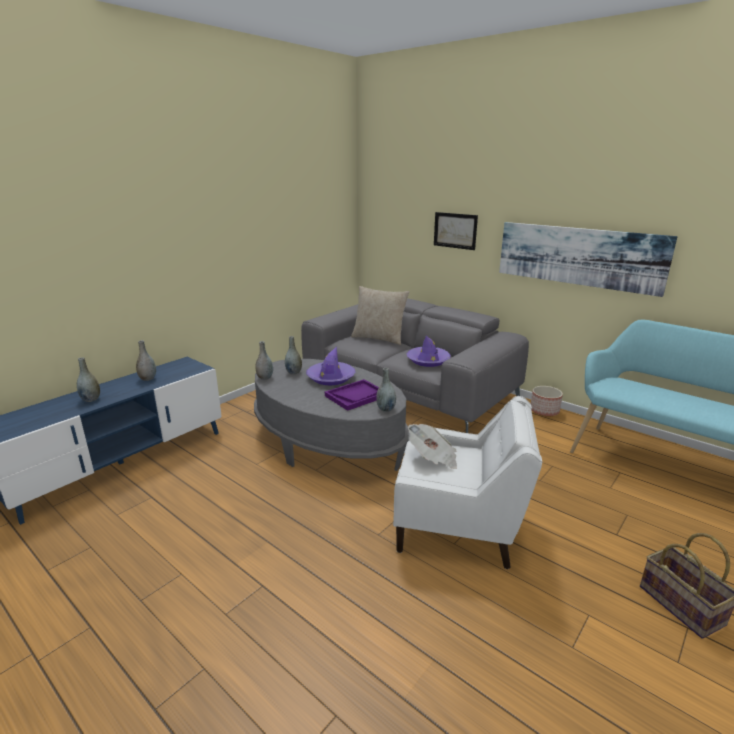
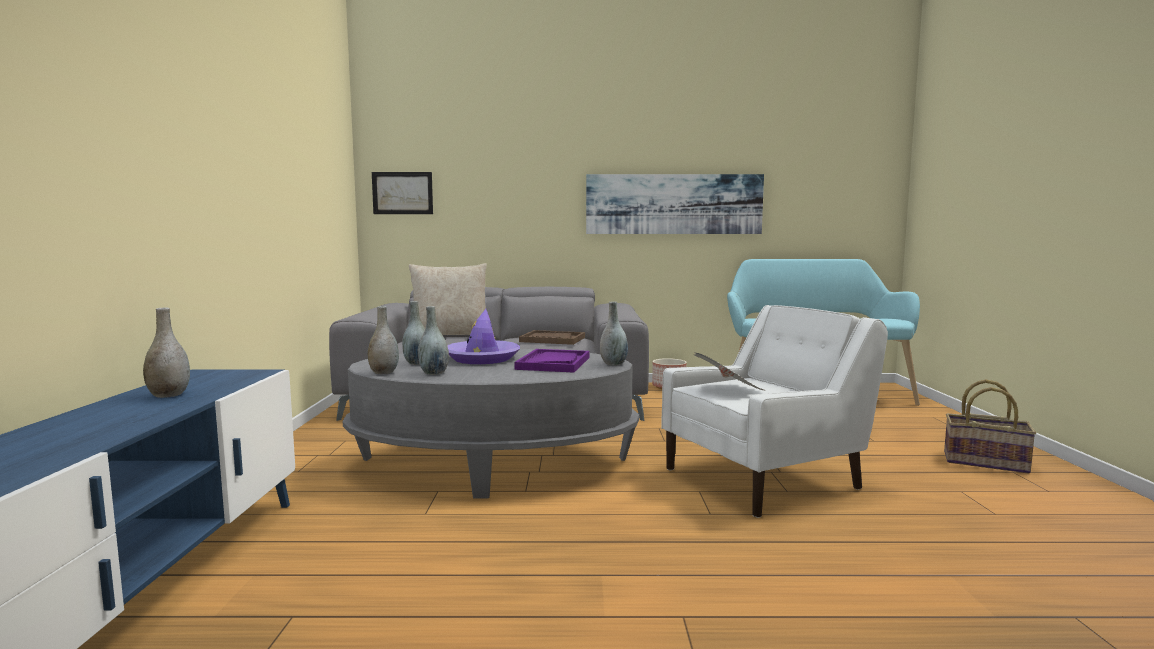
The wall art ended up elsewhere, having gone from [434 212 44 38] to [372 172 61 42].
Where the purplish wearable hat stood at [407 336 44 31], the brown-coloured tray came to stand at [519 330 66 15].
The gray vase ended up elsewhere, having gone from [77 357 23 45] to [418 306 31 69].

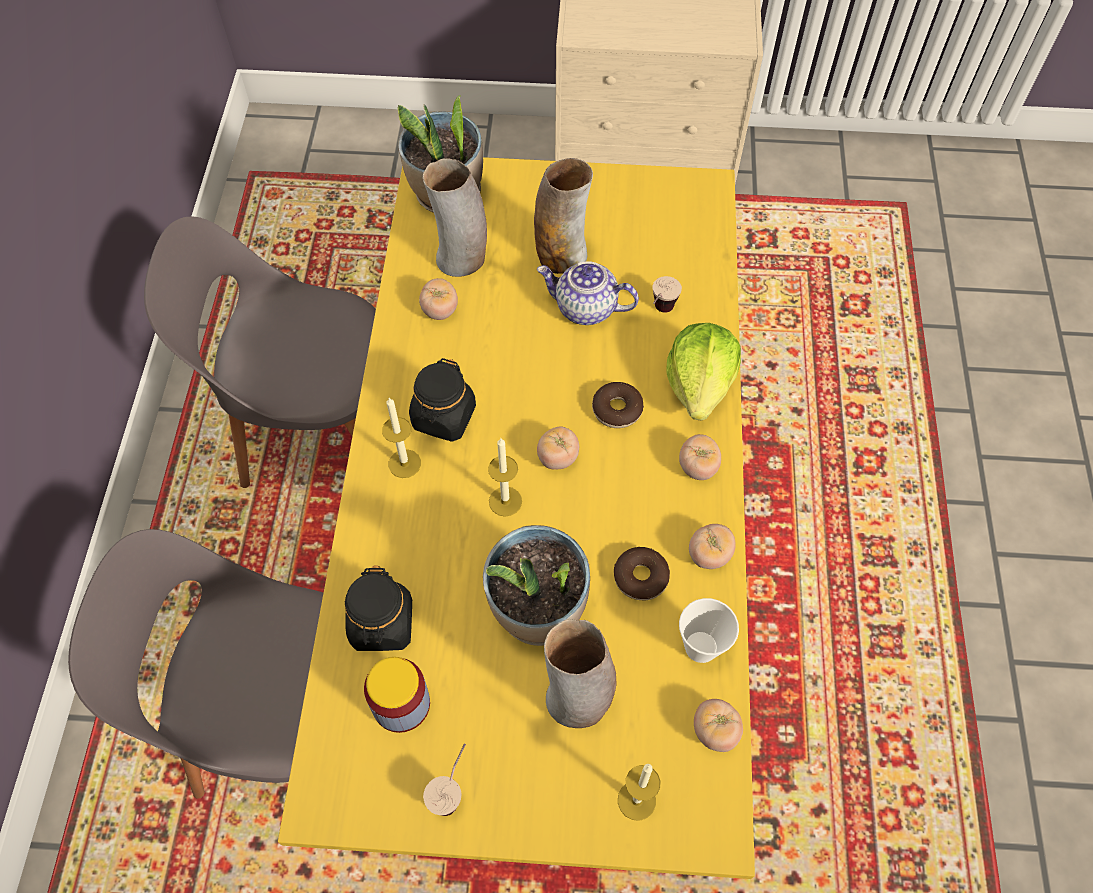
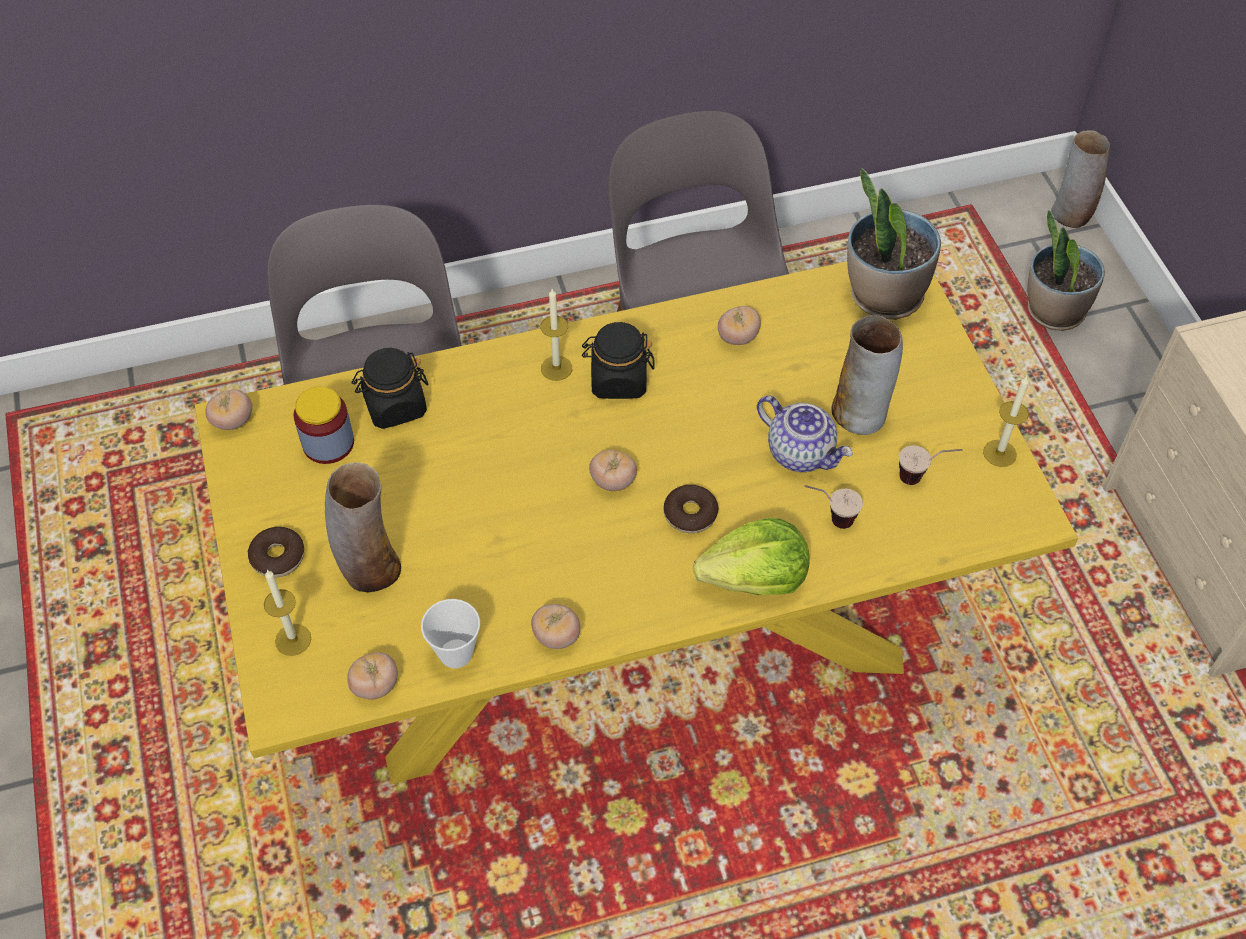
The vase ended up elsewhere, having gone from [423 158 64 119] to [1051 130 59 98].
The tea pot at [537 261 102 64] ended up facing another way, 135 degrees clockwise from before.
The fresh tomato ended up elsewhere, having gone from [679 434 42 46] to [205 389 47 41].
The wax light ended up elsewhere, having gone from [488 438 34 79] to [983 376 46 91].
The plant in a pot ended up elsewhere, having gone from [483 525 107 121] to [1028 210 77 121].
The donut ended up elsewhere, having gone from [614 547 56 54] to [248 527 56 51].
The drinking cup ended up elsewhere, having gone from [423 743 43 73] to [899 445 63 40].

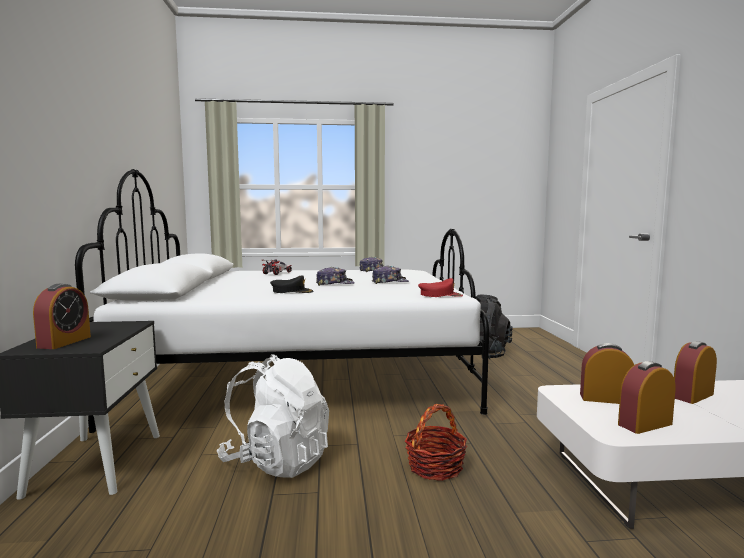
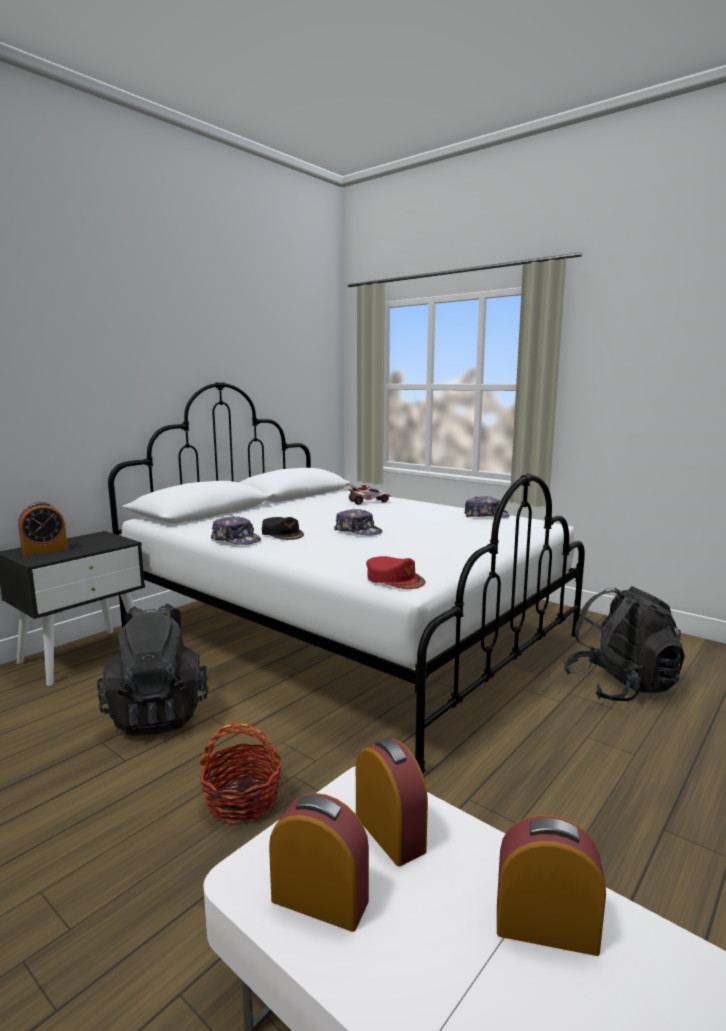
The baseball cap ended up elsewhere, having gone from [372 266 37 18] to [211 516 50 29].
What was the white-coloured knapsack at [217 354 112 124] turned into the black-coloured knapsack at [97 603 111 133].

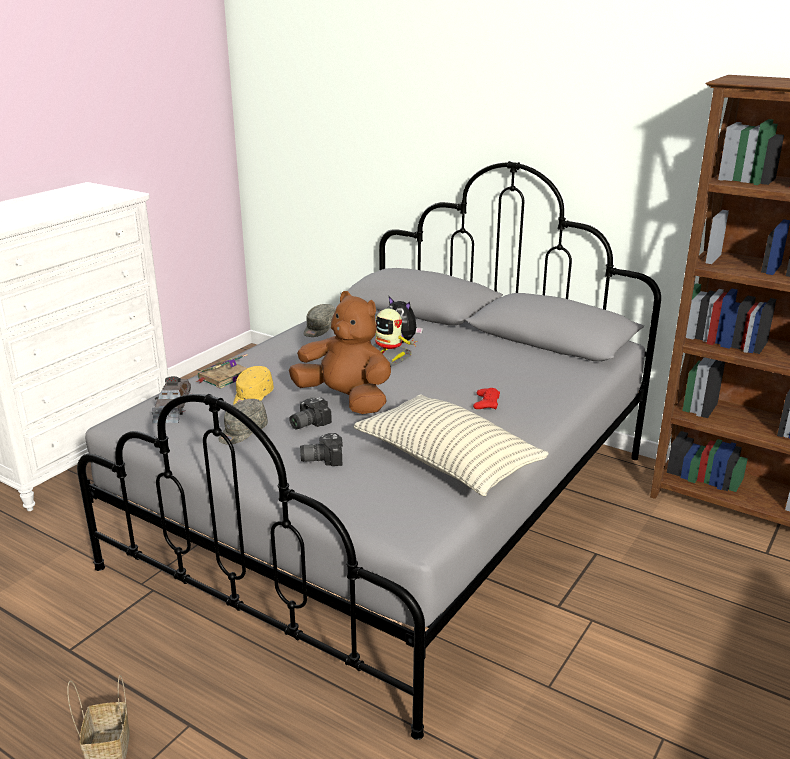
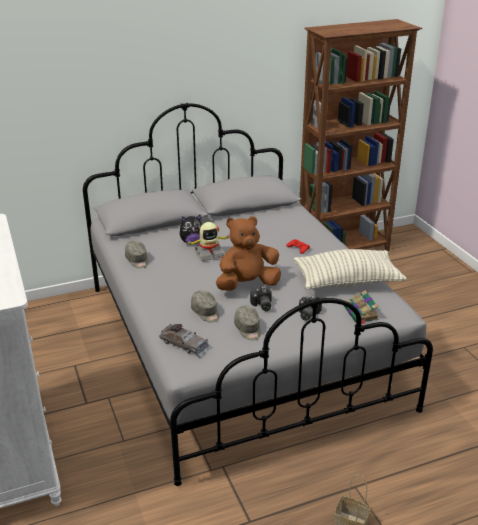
The volume ended up elsewhere, having gone from [196 354 52 35] to [344 290 35 35].
What was the yellow baseball cap at [233 366 41 39] turned into the gray baseball cap at [191 290 28 32].

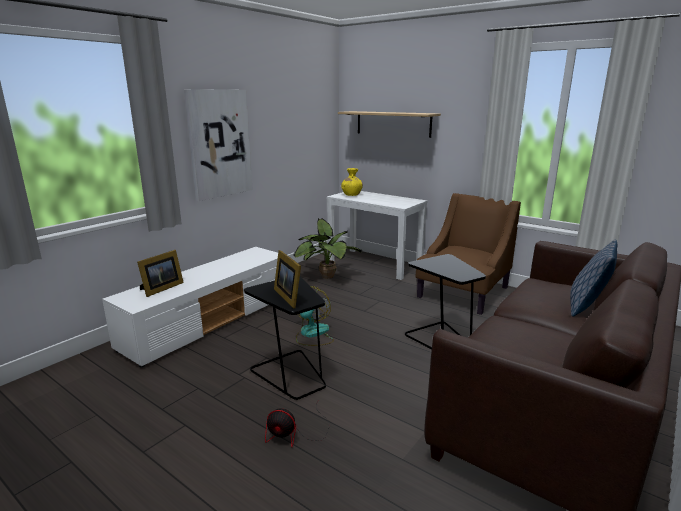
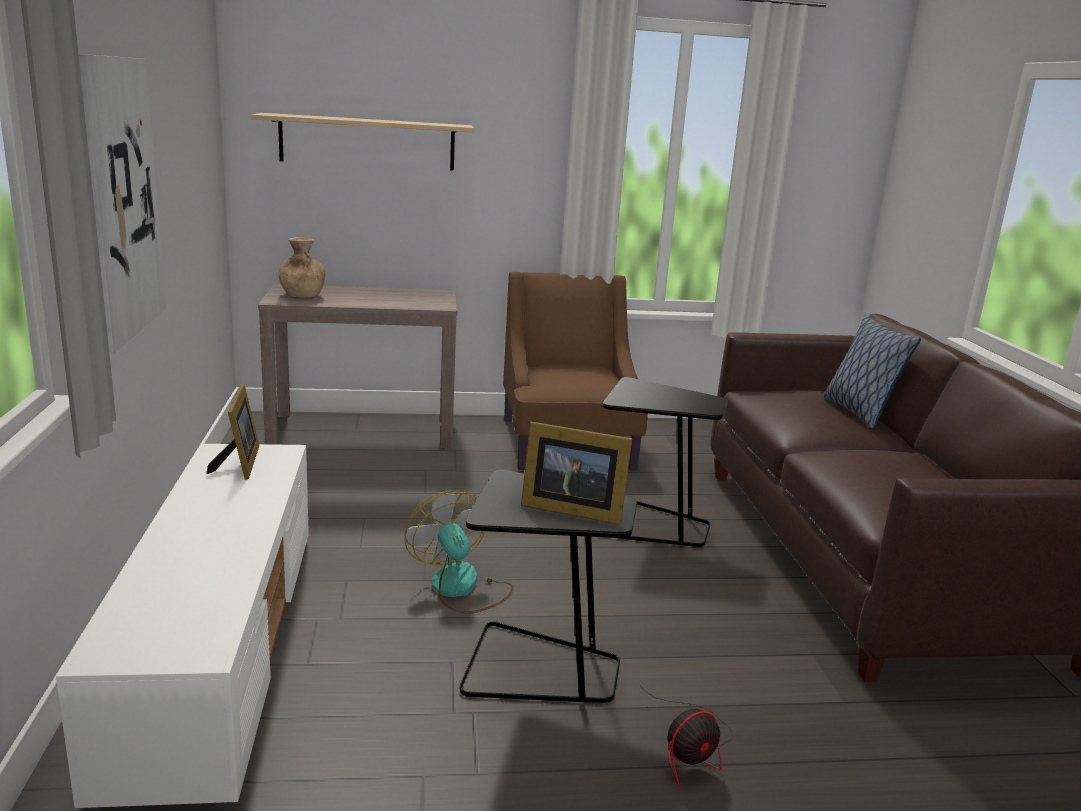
What was the yellow vase at [341 168 22 28] turned into the brown-coloured vase at [278 237 48 60].
What was the white-coloured hall table at [327 191 101 89] turned into the brown-coloured hall table at [258 284 199 164].
The second view lost the plant in a pot at [293 218 70 61].
The standing frame ended up elsewhere, having gone from [137 250 47 47] to [206 384 53 96].

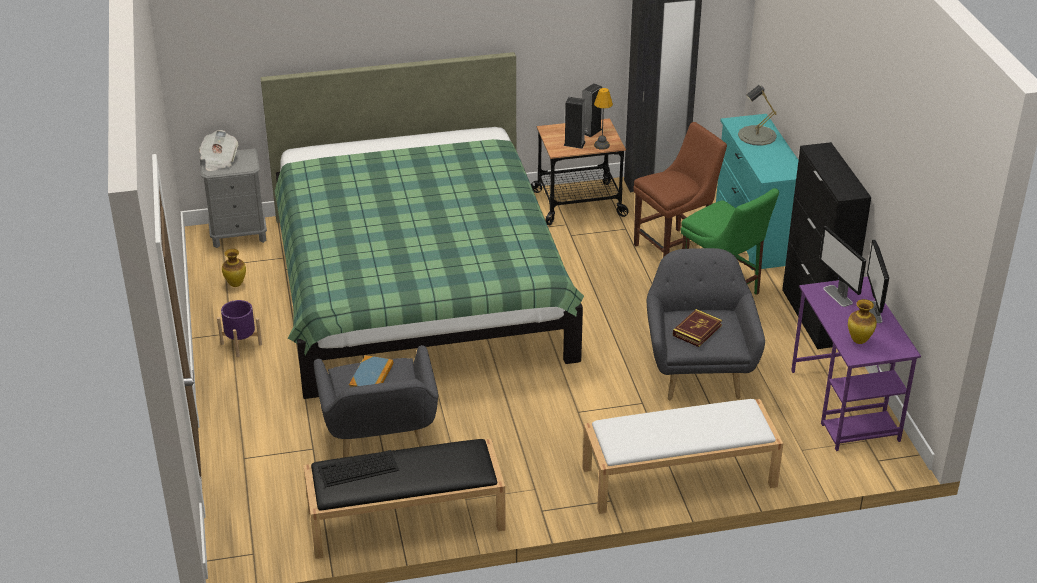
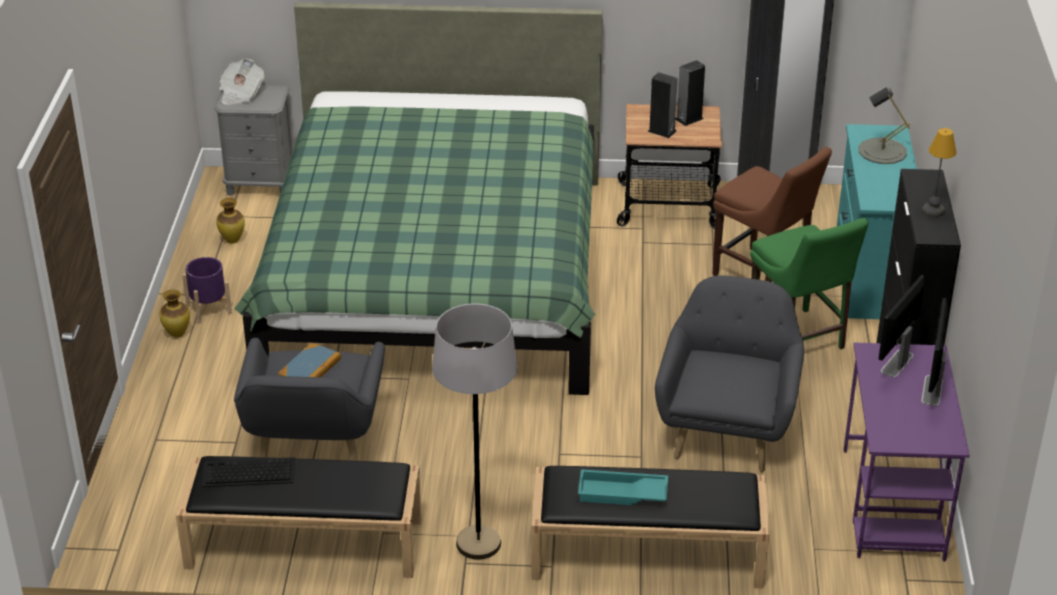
The table lamp ended up elsewhere, having gone from [594 88 19 62] to [922 128 34 89].
The brown-coloured upright chair at [633 122 94 135] ended up facing another way, 60 degrees clockwise from before.
The computer display at [819 226 47 81] ended up facing another way, 45 degrees clockwise from before.
The vase ended up elsewhere, having gone from [848 299 29 45] to [159 290 31 48].
The second view lost the volume at [673 309 49 38].
What was the white-coloured indoor bench at [582 399 201 115] turned into the black-coloured indoor bench at [531 466 238 123].
The second view gained the gray standard lamp at [432 303 86 257].
The second view gained the turquoise tray at [578 469 90 36].

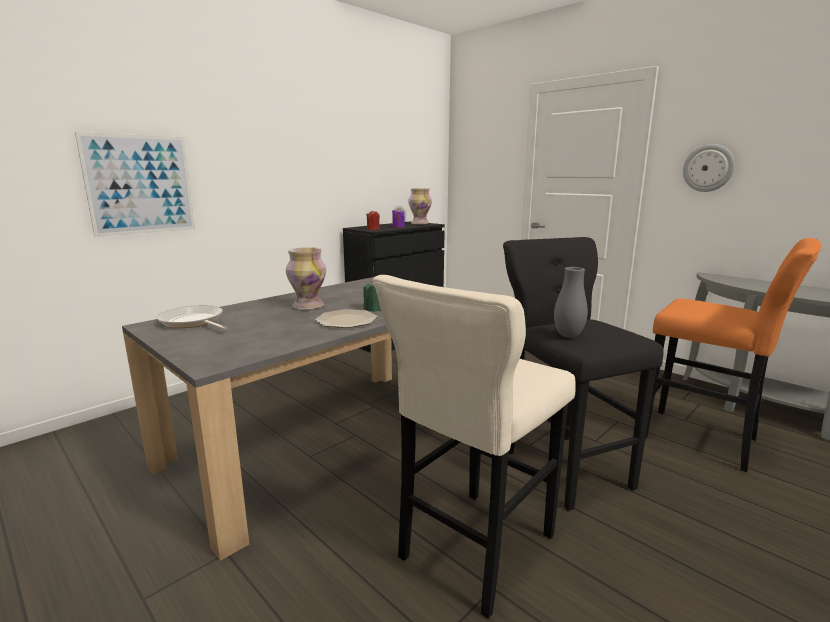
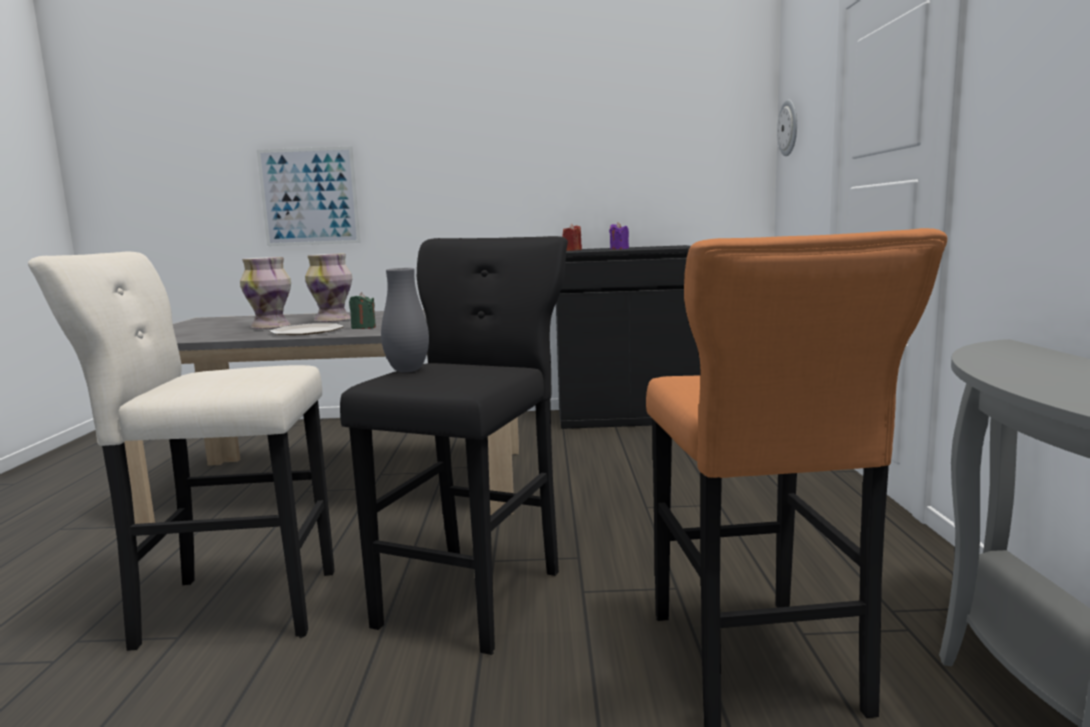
The clock on the wall ended up elsewhere, having gone from [683 144 52 48] to [777 100 20 56].
The vase ended up elsewhere, having gone from [408 188 24 36] to [240 257 51 72].
The second view lost the skillet at [157 305 70 25].

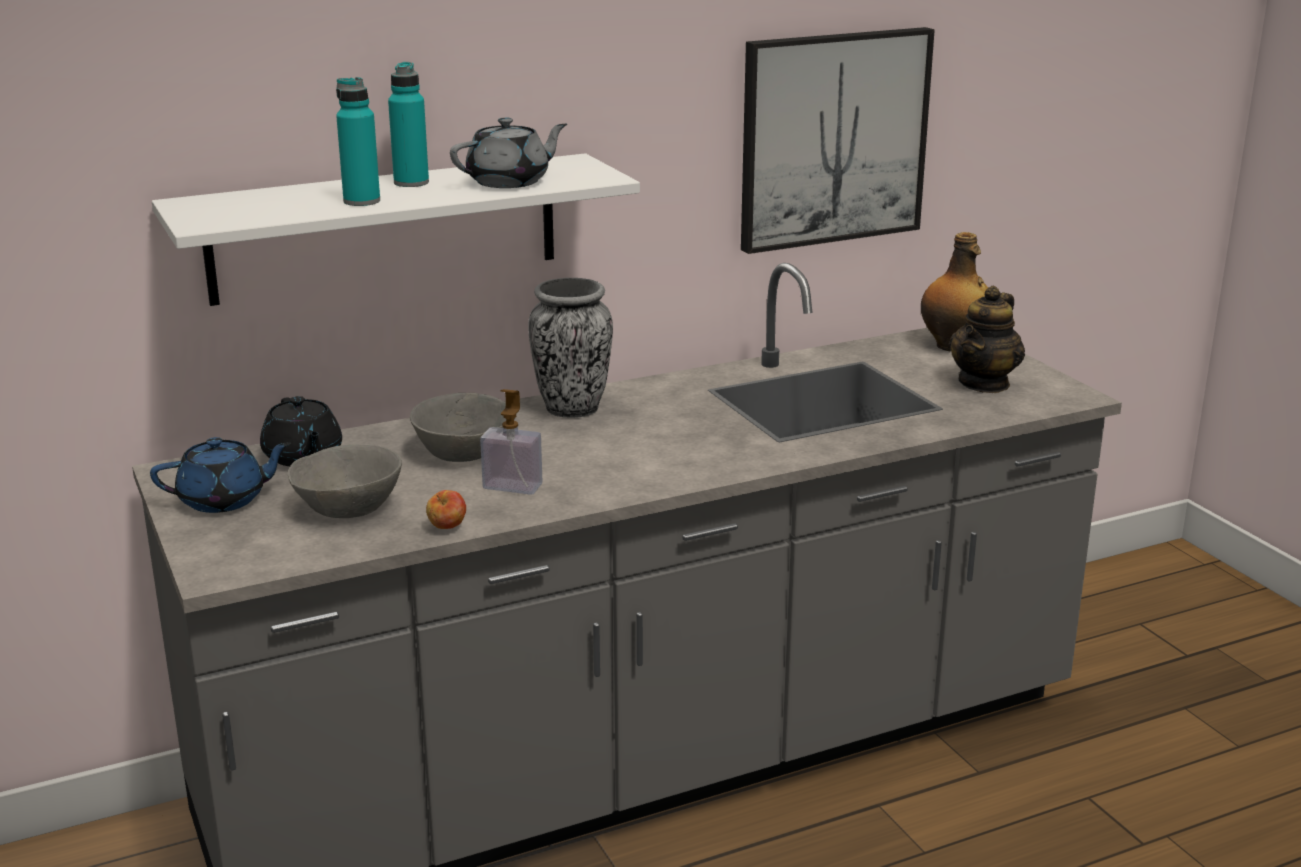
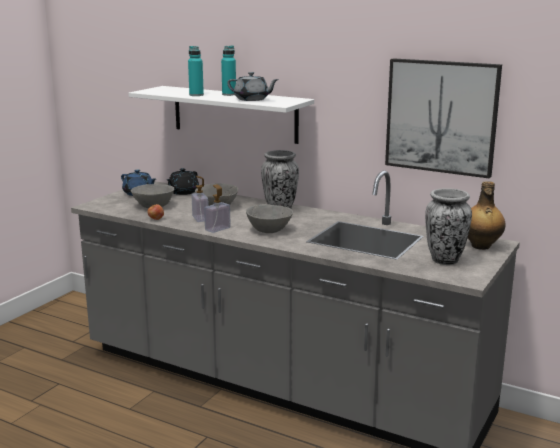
Where the tea pot stood at [949 286 76 107], the vase came to stand at [425 188 47 77].
The second view gained the soap dispenser at [204 184 27 49].
The second view gained the gray bowl at [246 204 47 29].

